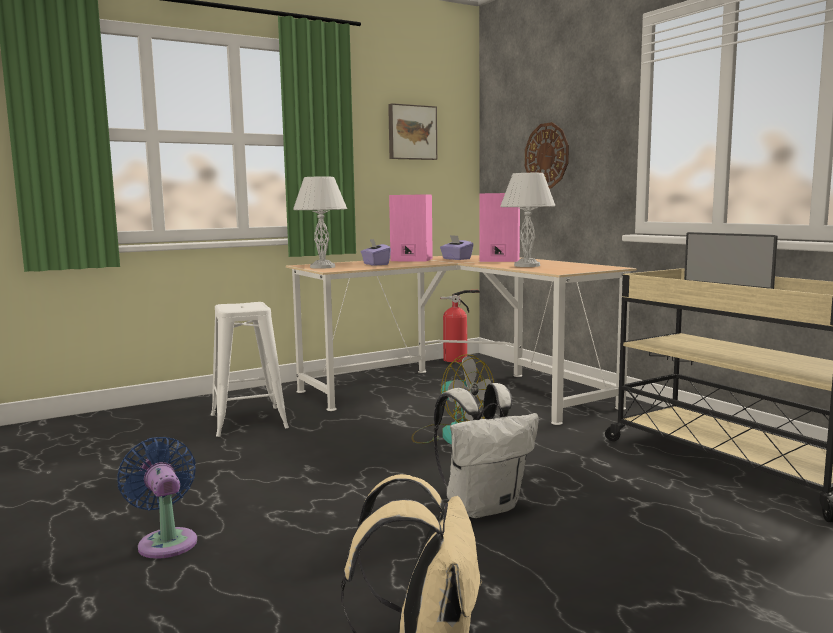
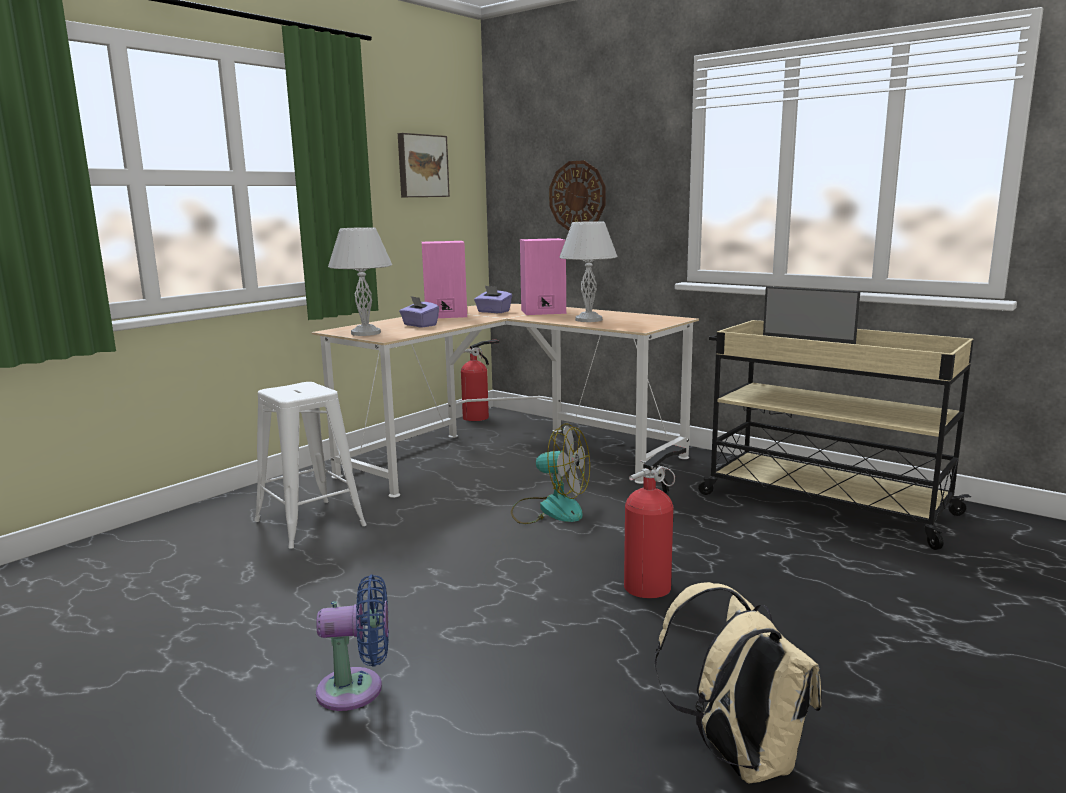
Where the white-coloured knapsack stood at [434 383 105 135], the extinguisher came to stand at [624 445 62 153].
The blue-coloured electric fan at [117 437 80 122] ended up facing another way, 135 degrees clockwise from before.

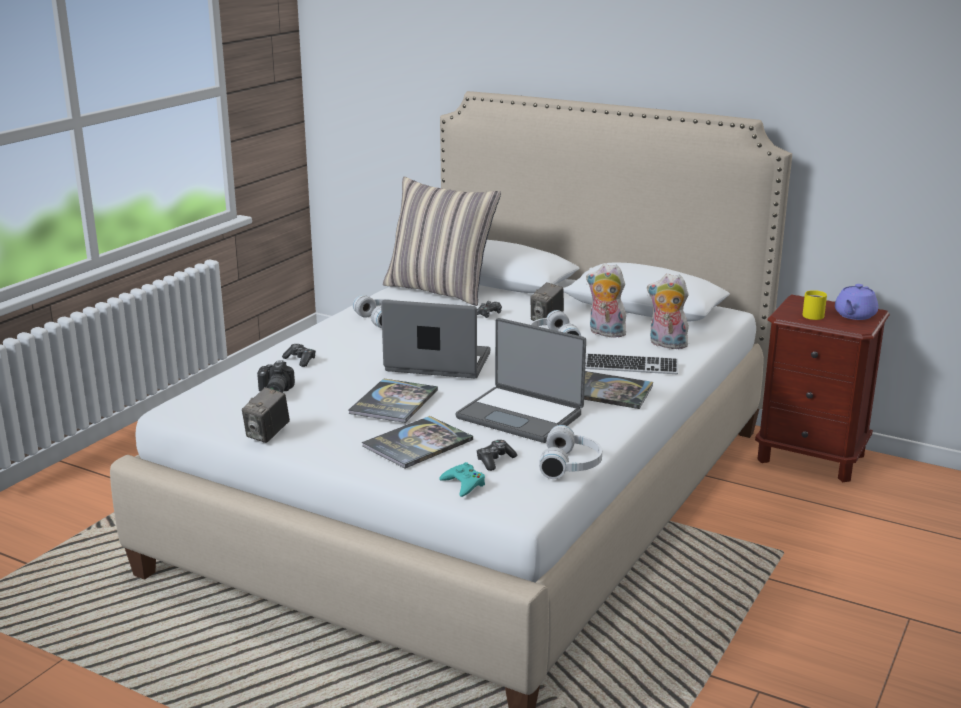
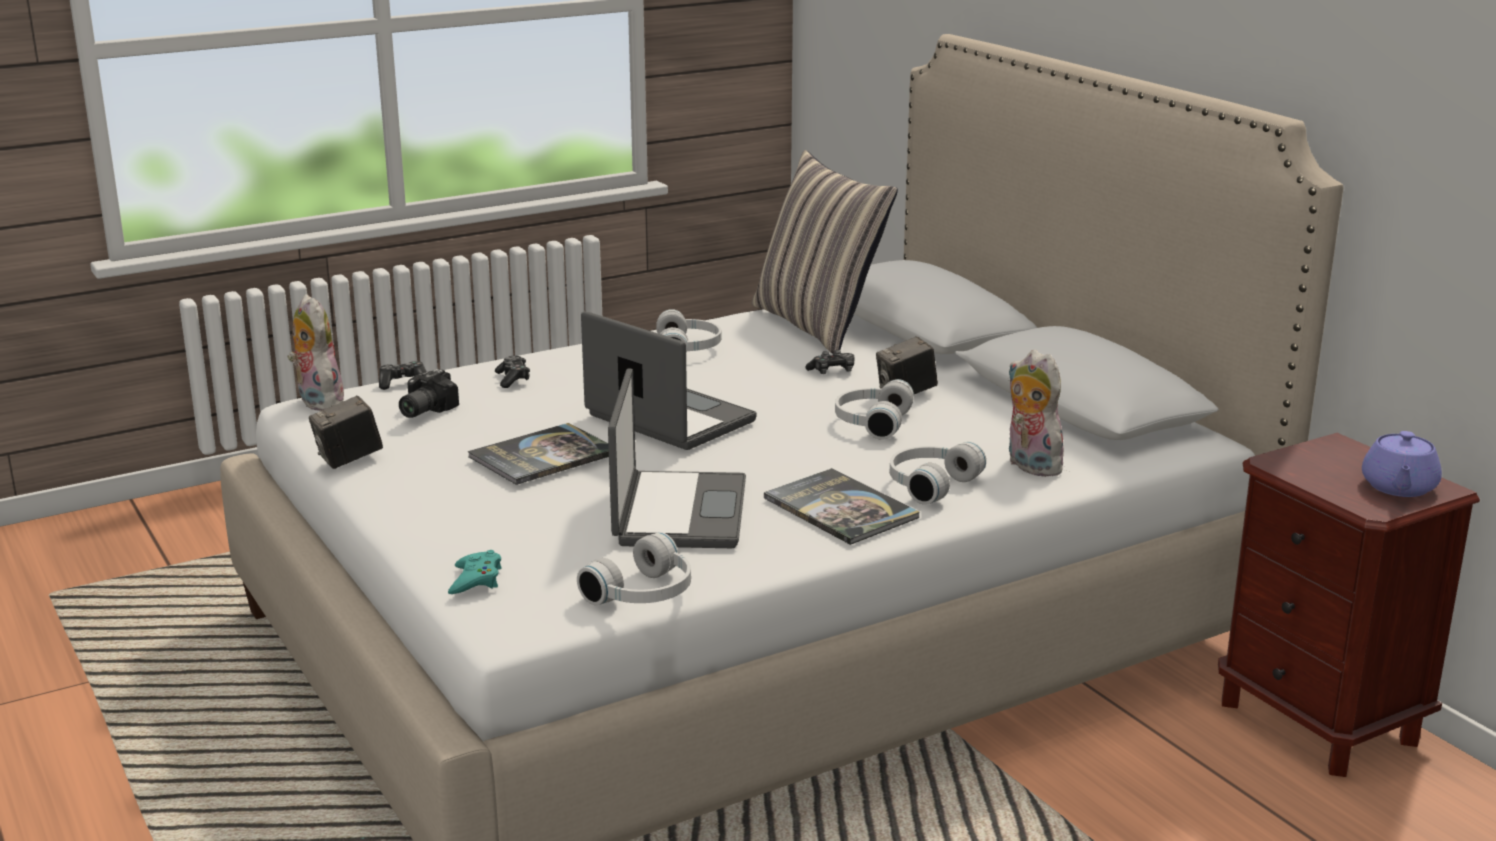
The plush toy ended up elsewhere, having gone from [586 263 40 75] to [288 294 56 117].
The purplish tea pot at [835 284 43 36] ended up facing another way, 45 degrees counterclockwise from before.
The second view lost the yellow coffee mug at [802 290 25 30].
The laptop at [456 318 130 125] ended up facing another way, 150 degrees counterclockwise from before.
Where the keyboard stood at [585 353 93 21], the white-coloured headphones came to stand at [890 442 96 63].
The second view lost the volume at [362 416 111 52].
The joypad ended up elsewhere, having gone from [476 440 41 31] to [379 361 48 29].

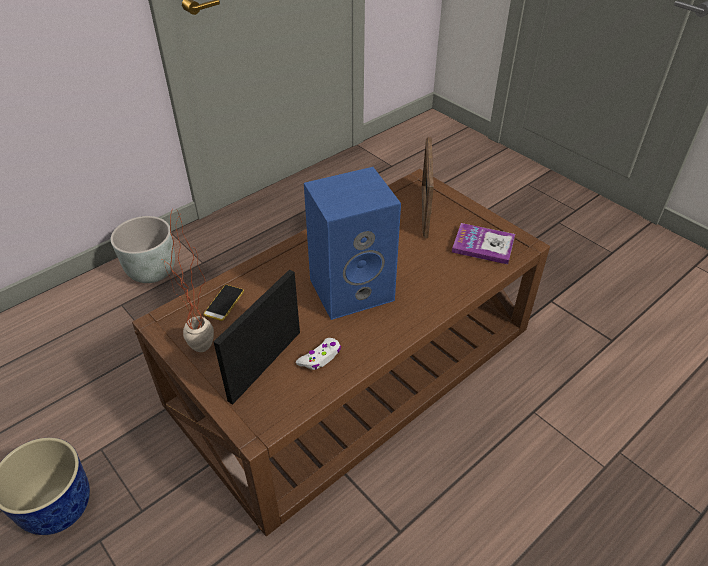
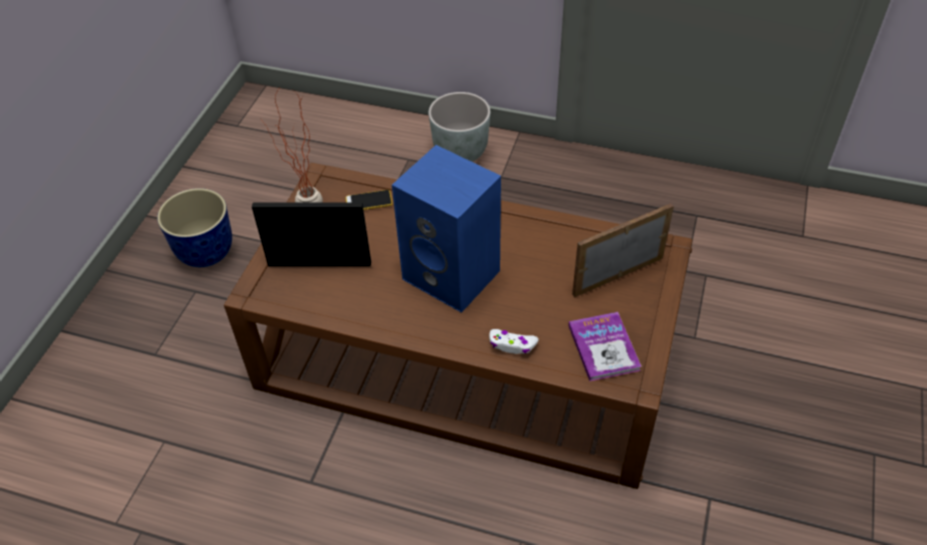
The white-coloured joypad ended up elsewhere, having gone from [296 338 45 32] to [489 329 50 25].

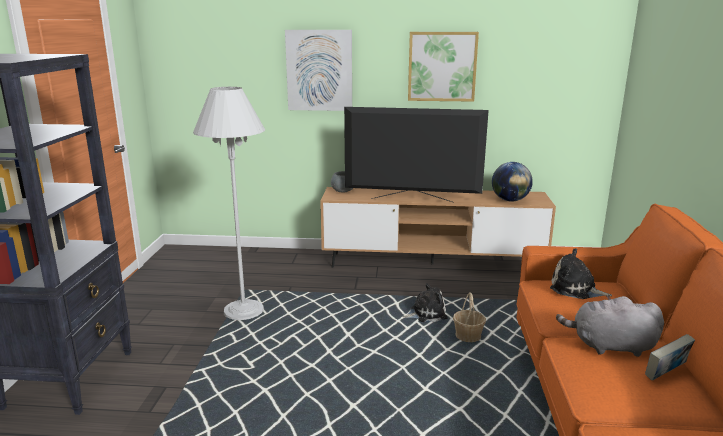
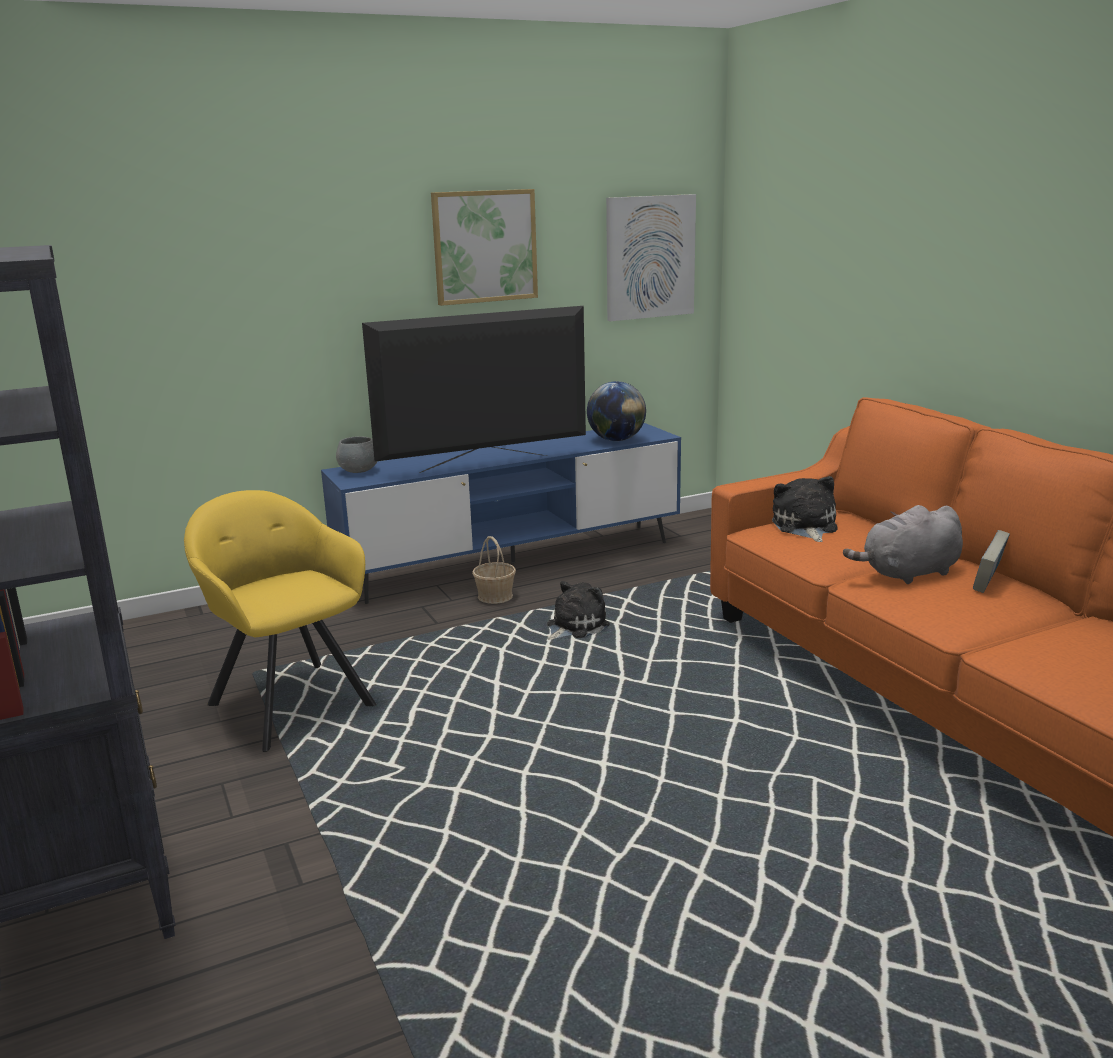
The wall art ended up elsewhere, having gone from [285 30 67 81] to [606 194 90 127].
Where the white-coloured standard lamp stood at [193 87 72 233], the yellow lounge chair came to stand at [184 490 193 262].
What was the brown-coloured tv stand at [320 187 236 81] turned into the blue-coloured tv stand at [321 423 360 181].
The plush toy at [550 249 62 50] ended up facing another way, 90 degrees clockwise from before.
The household basket ended up elsewhere, having gone from [453 292 33 50] to [472 536 44 68].

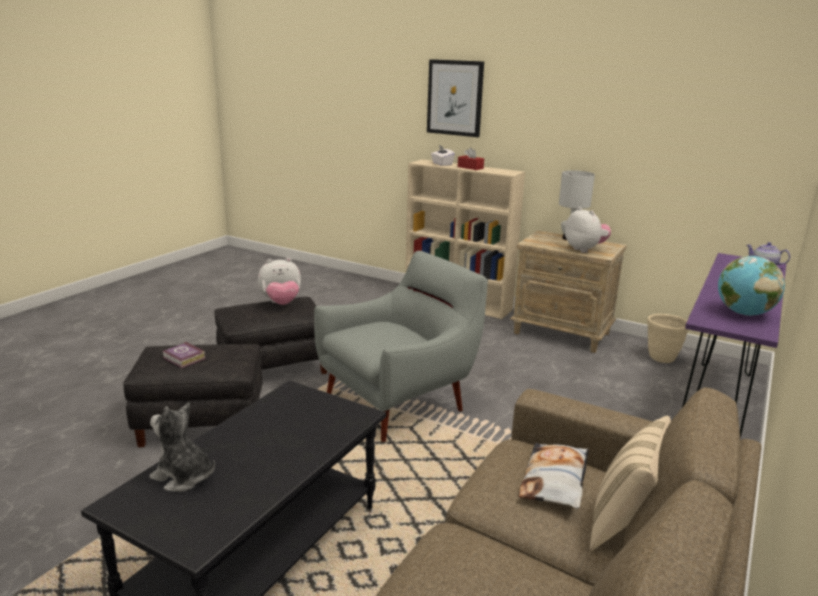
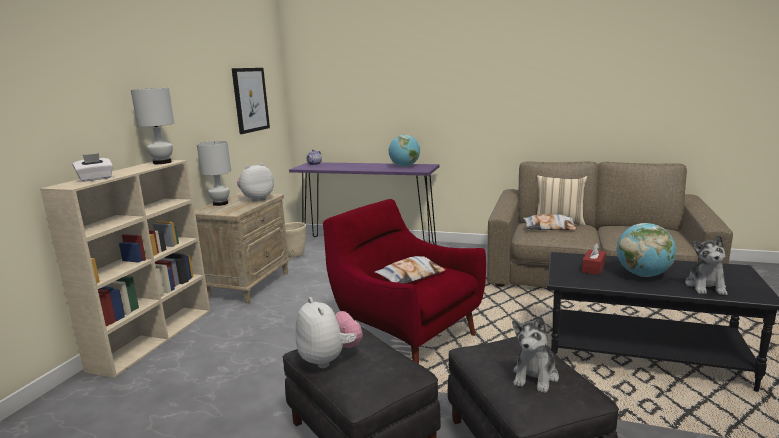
The wall art ended up elsewhere, having gone from [427 59 57 78] to [232 68 38 66].
The reddish tissue box ended up elsewhere, having gone from [458 147 26 23] to [582 243 24 32].
What was the gray lounge chair at [314 251 174 191] turned into the reddish lounge chair at [323 199 163 165].
Where the volume stood at [162 342 44 26], the plush toy came to stand at [512 316 47 77].
The second view gained the white-coloured table lamp at [131 88 43 76].
The second view gained the desk globe at [617 223 59 54].
The second view gained the throw pillow at [375 256 71 28].

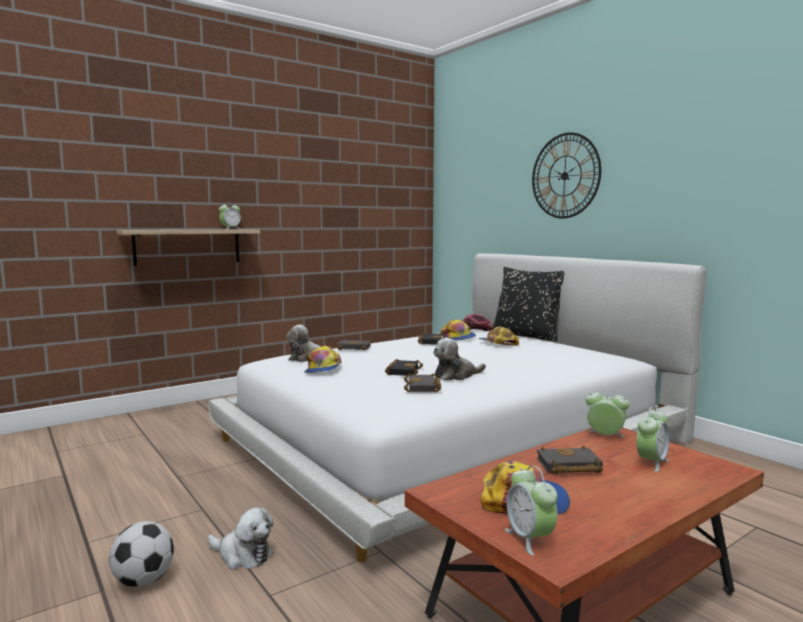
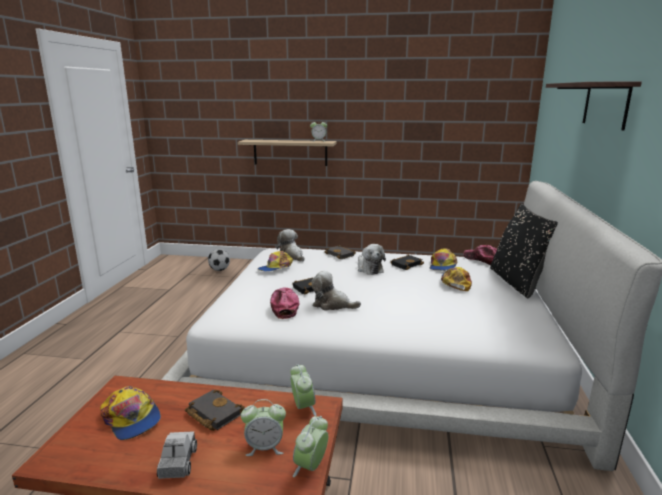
Where the clock on the wall hung at [532 132 69 87], the bracket shelf came to hang at [546 82 96 49].
Where the black-coloured volume stood at [404 374 37 19], the baseball cap came to stand at [270 288 29 31].
The table clock ended up elsewhere, having gone from [505 465 53 91] to [293 416 35 61].
The plush toy ended up elsewhere, having gone from [208 507 66 62] to [358 244 28 31].
The football ball ended up elsewhere, having gone from [109 521 65 66] to [208 249 22 22].
The second view gained the model truck at [157 431 40 48].

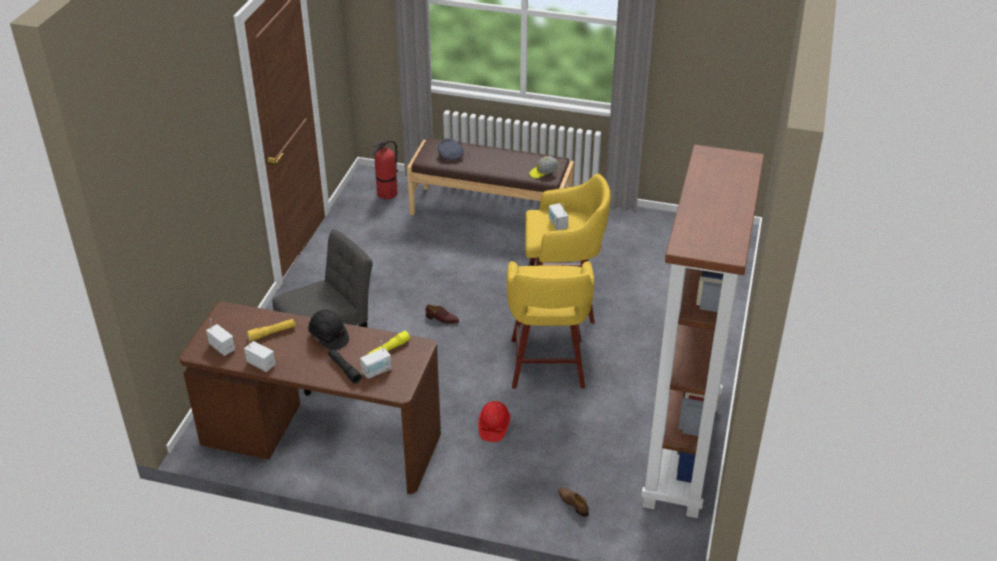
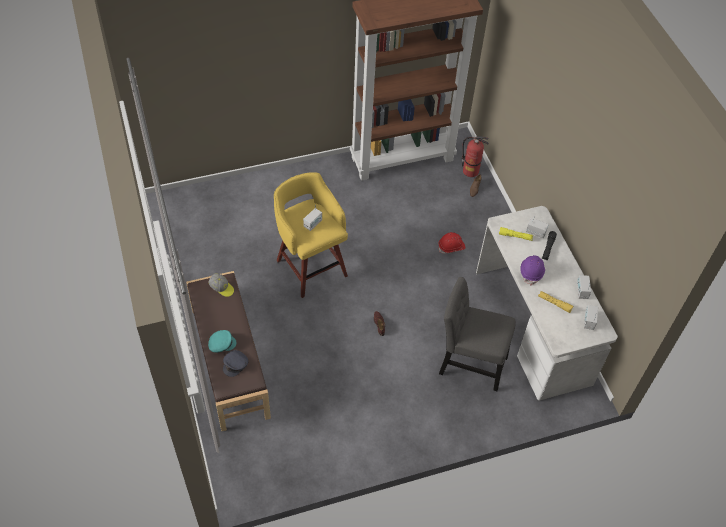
The extinguisher ended up elsewhere, having gone from [372 140 26 59] to [462 137 27 40].
The second view lost the yellow stool seat at [507 261 87 128].
What was the brown-coloured desk at [180 302 261 192] turned into the white-coloured desk at [476 206 142 194].
What was the black-coloured work helmet at [308 309 41 41] turned into the purplish work helmet at [521 255 24 30].
The second view gained the turquoise baseball cap at [208 330 29 23].

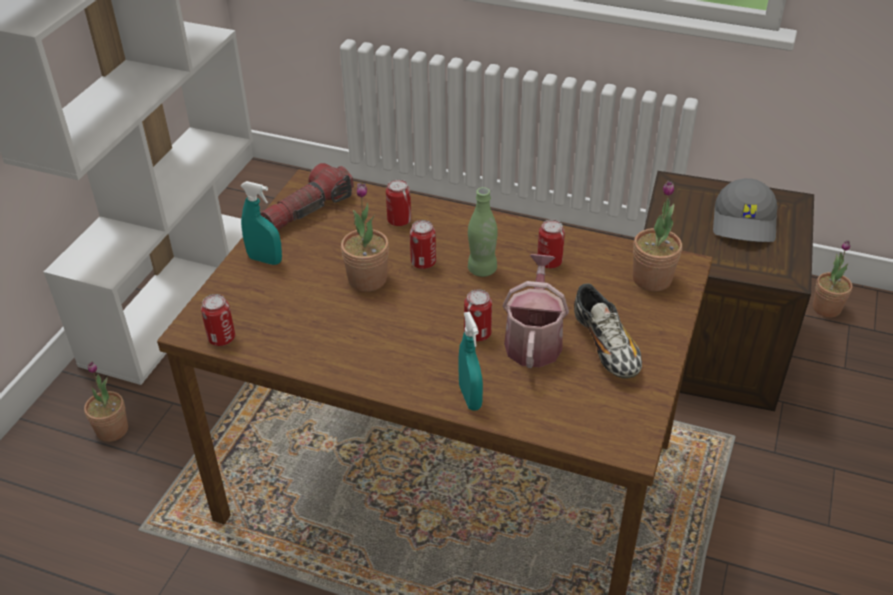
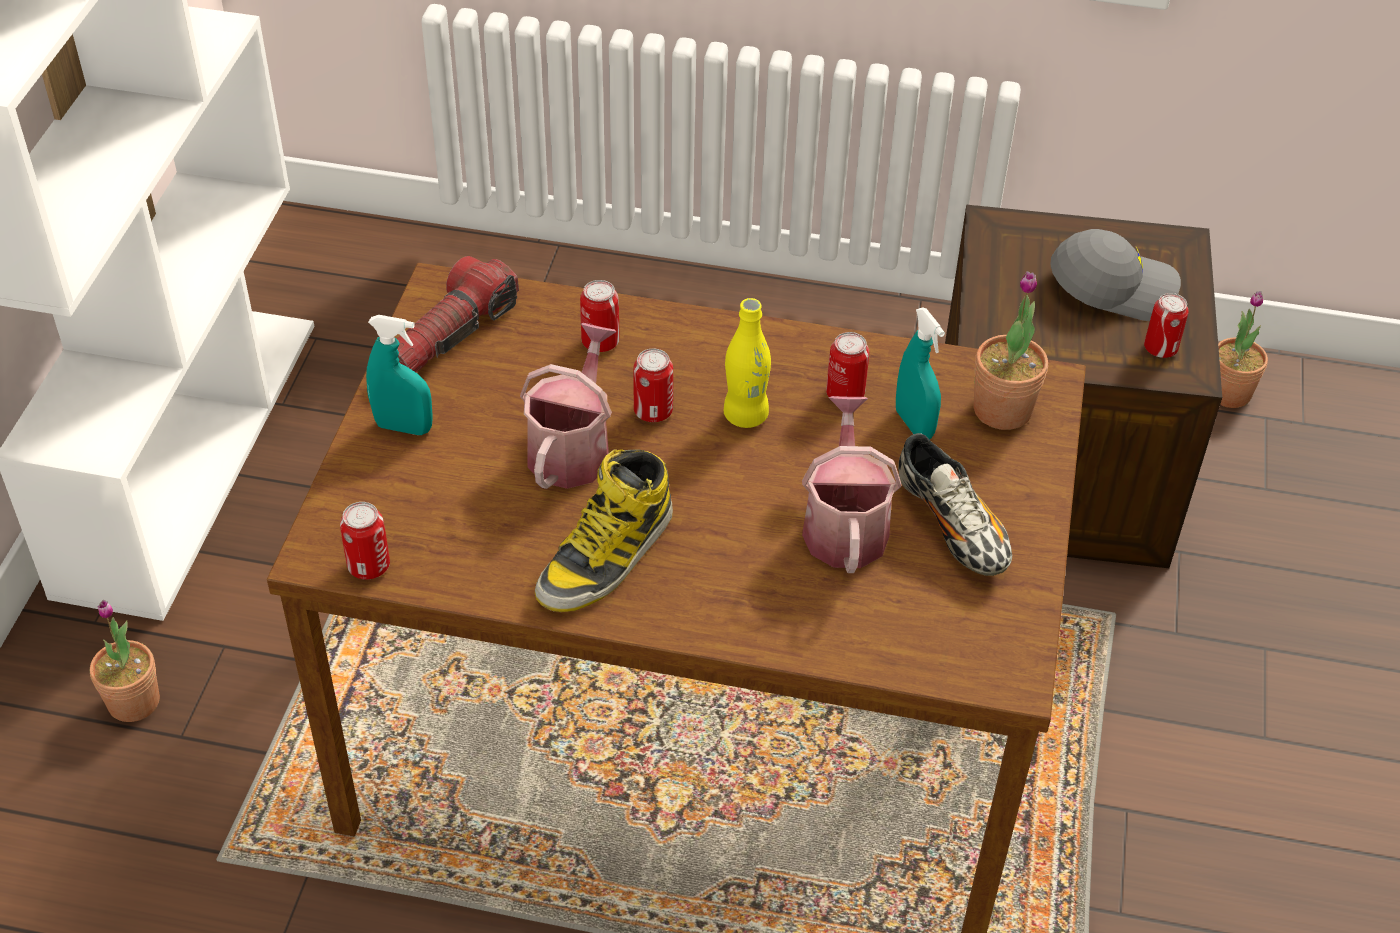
The gray baseball cap at [713 178 65 64] ended up facing another way, 90 degrees counterclockwise from before.
Where the plant in a pot stood at [341 183 48 109], the sprinkling can came to stand at [520 323 97 166].
What was the greenish beverage bottle at [468 187 30 90] turned into the yellow beverage bottle at [724 298 47 130].
The metal can ended up elsewhere, having gone from [464 289 28 52] to [1144 293 45 65].
The turquoise spray bottle ended up elsewhere, having gone from [458 312 25 99] to [896 307 49 133].
The second view gained the tall boot at [535 449 138 163].

